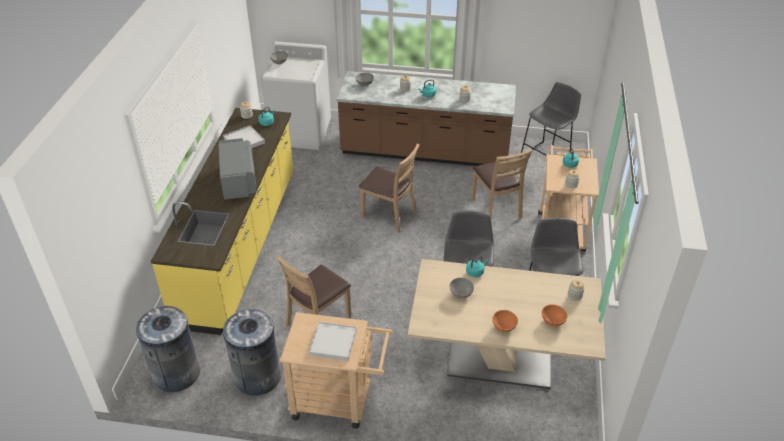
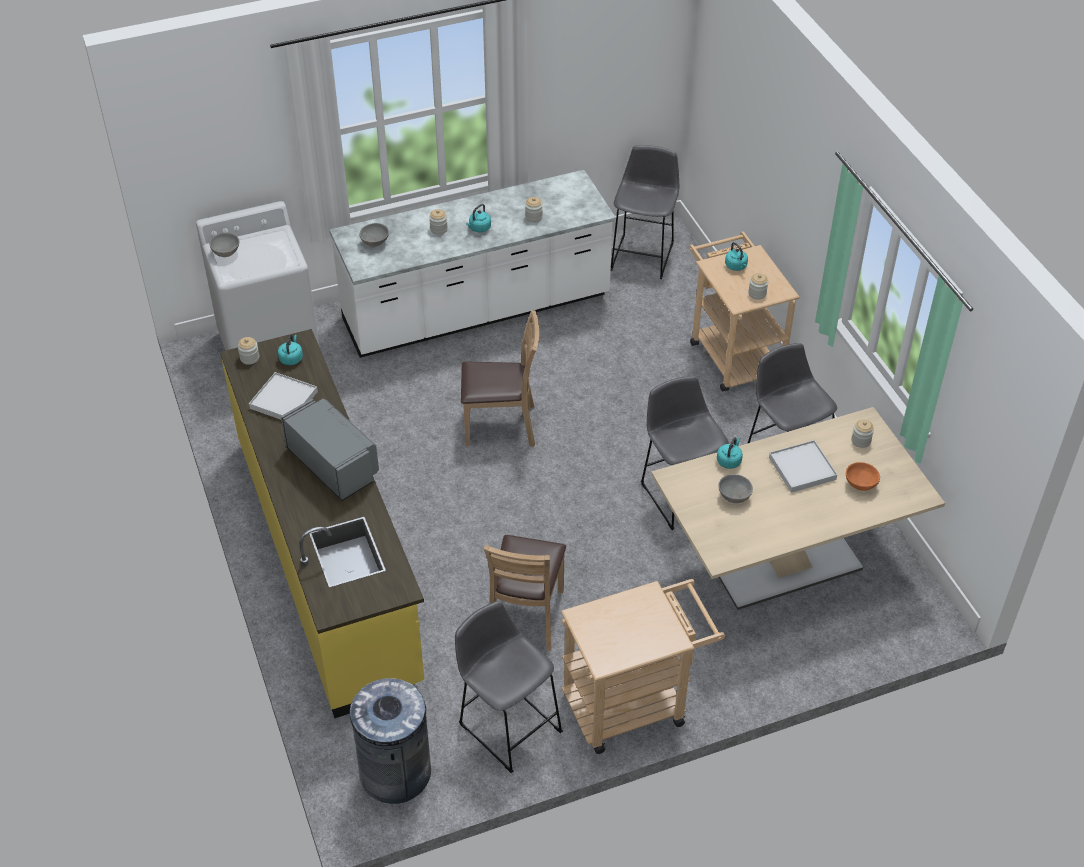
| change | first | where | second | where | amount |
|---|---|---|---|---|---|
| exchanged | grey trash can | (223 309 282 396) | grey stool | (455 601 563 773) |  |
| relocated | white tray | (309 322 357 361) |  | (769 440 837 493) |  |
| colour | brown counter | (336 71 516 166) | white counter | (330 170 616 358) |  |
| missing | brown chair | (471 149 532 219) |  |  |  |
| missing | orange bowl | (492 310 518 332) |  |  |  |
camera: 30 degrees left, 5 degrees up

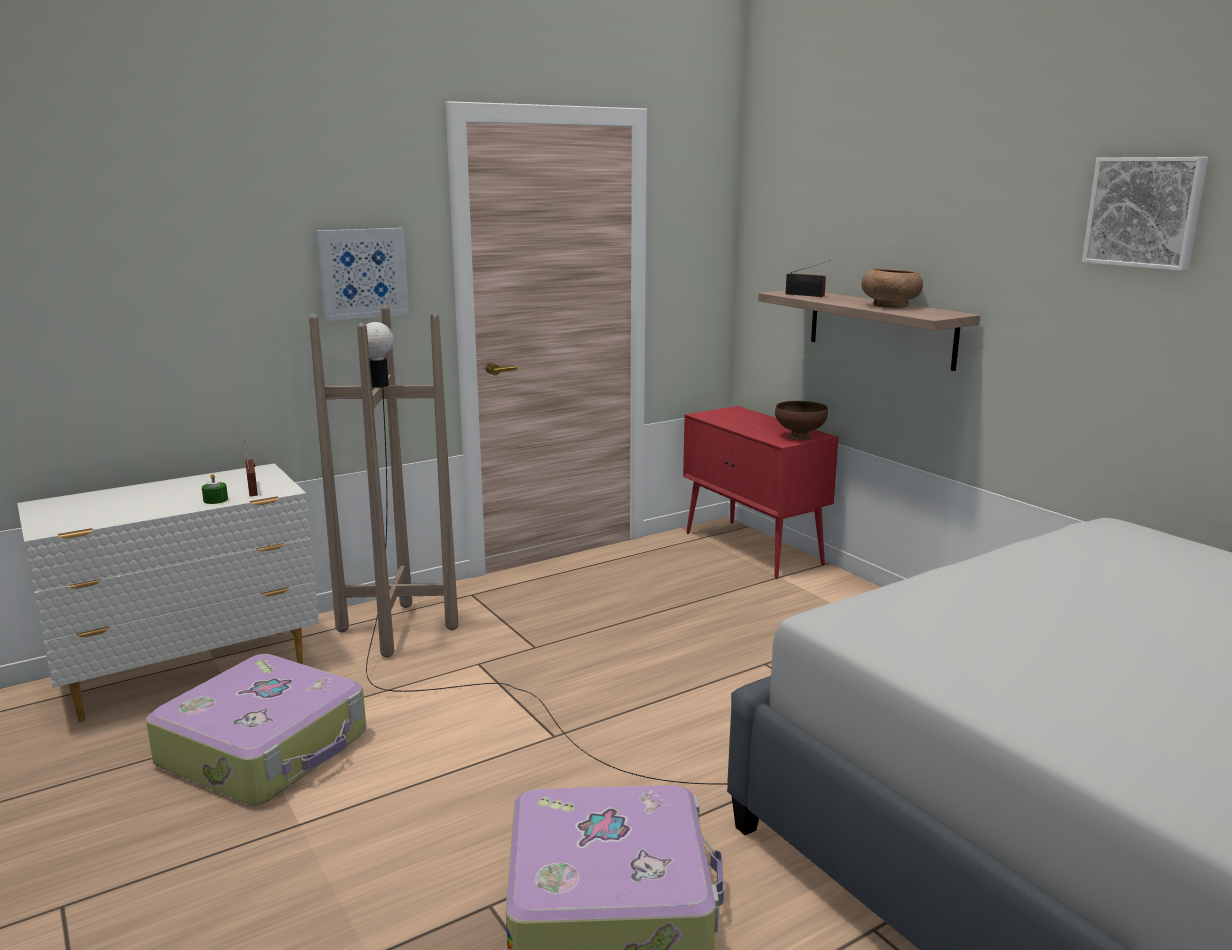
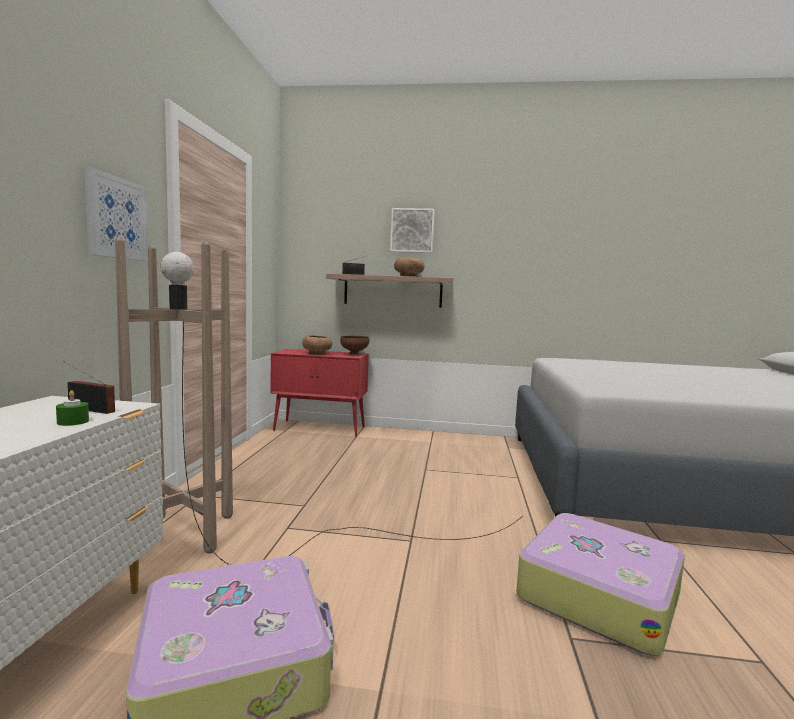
| change | first | where | second | where | amount |
|---|---|---|---|---|---|
| relocated | picture | (1082 157 1208 271) |  | (390 208 435 253) |  |
| appeared |  |  | brown bowl | (302 335 332 355) |  |
camera: 50 degrees left, 10 degrees down

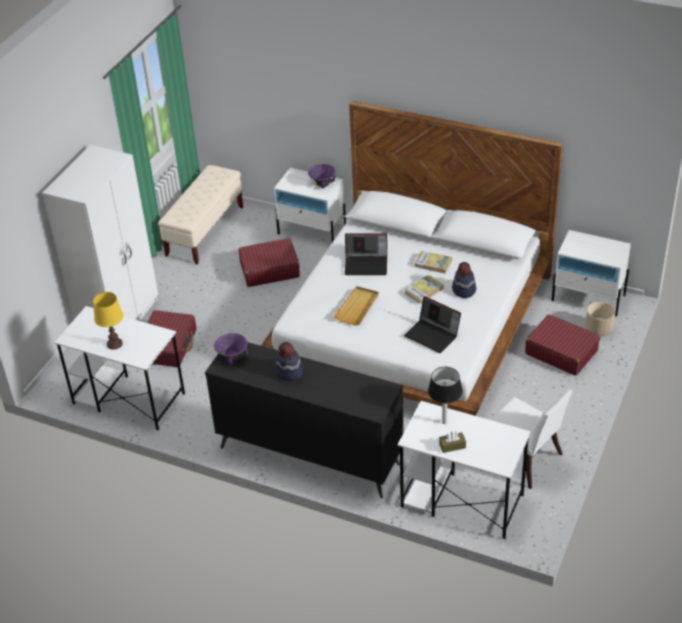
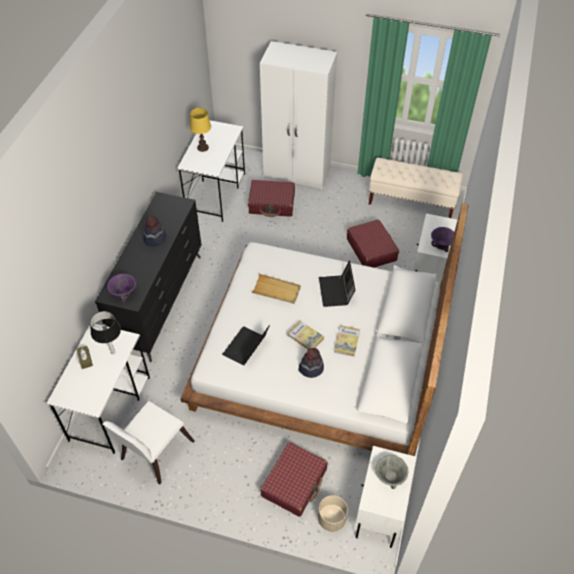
| change | first | where | second | where | amount |
|---|---|---|---|---|---|
| relocated | purple bowl | (214 333 248 365) |  | (107 274 136 303) |  |
| appeared |  |  | grey bowl | (375 455 408 489) |  |
camera: 80 degrees right, 10 degrees up

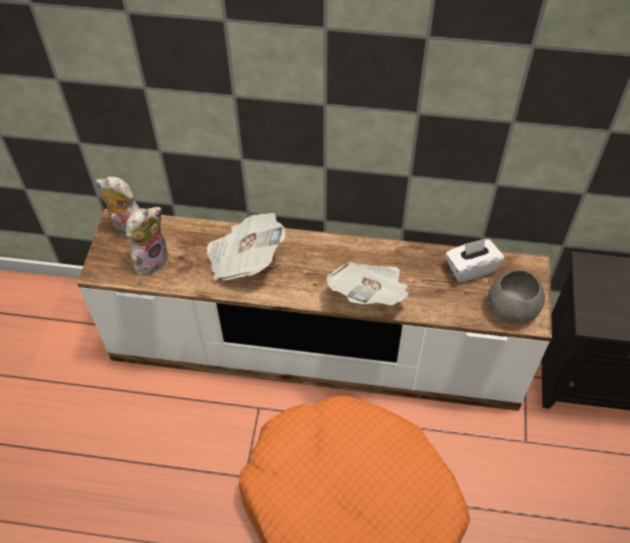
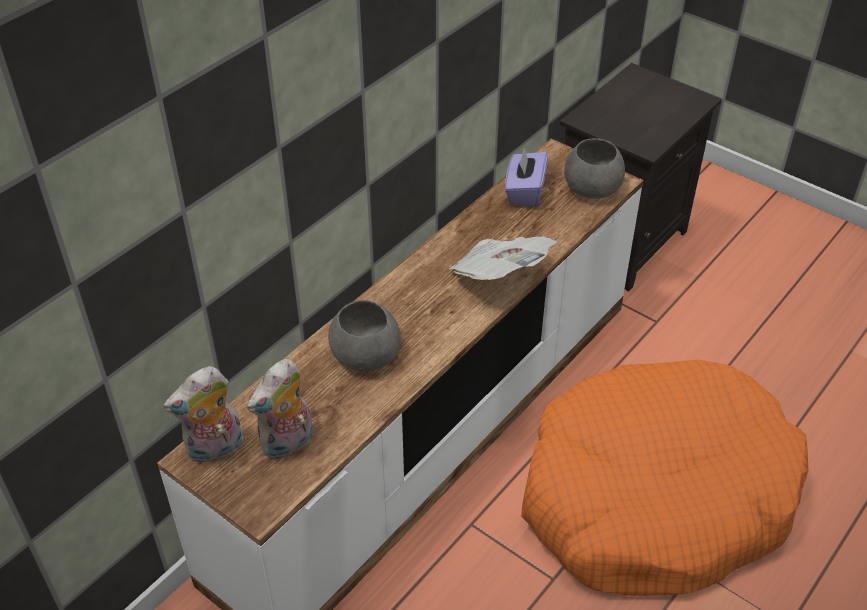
| change | first | where | second | where | amount |
|---|---|---|---|---|---|
| spun | plush toy | (126 207 169 275) |  | (247 359 313 460) | 120 degrees counterclockwise |
| exchanged | newspaper | (207 213 285 280) | grey bowl | (328 300 401 372) |  |
| colour | white tissue box | (446 239 504 283) | purple tissue box | (505 148 548 207) |  |
camera: 60 degrees left, 10 degrees down

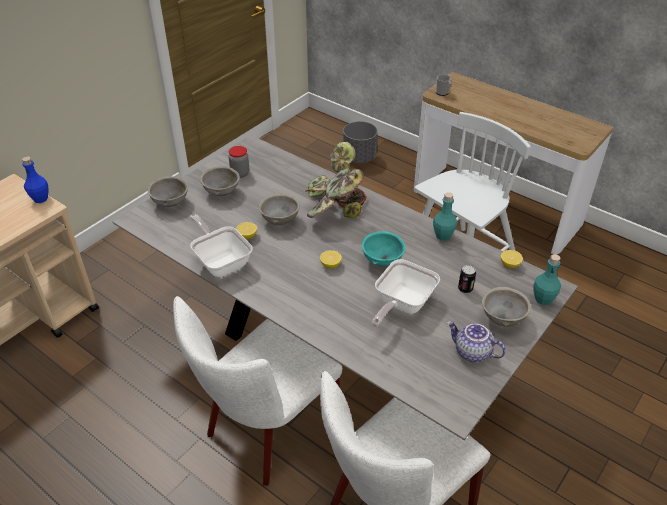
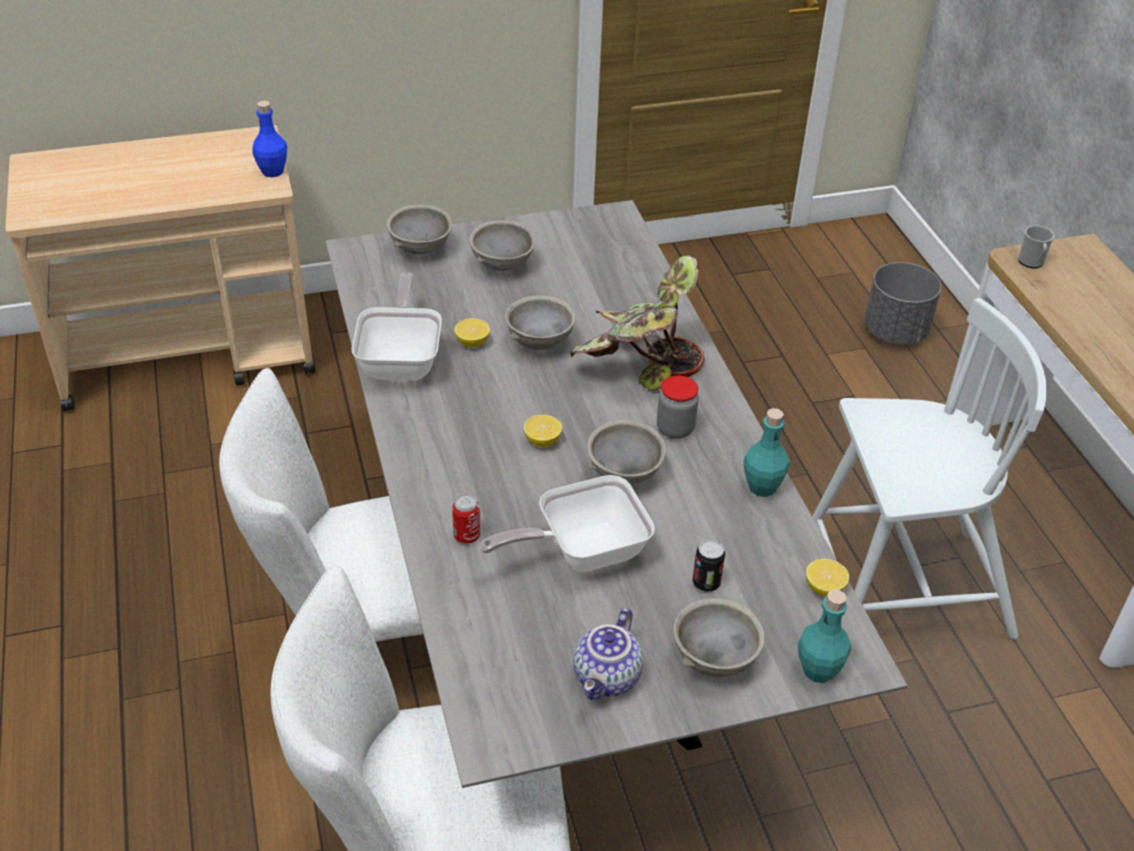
| change | first | where | second | where | amount |
|---|---|---|---|---|---|
| relocated | jar | (229 146 249 178) |  | (657 376 699 439) |  |
| colour | turquoise bowl | (362 231 406 266) | grey bowl | (587 420 666 485) |  |
| spun | teapot | (447 321 506 362) |  | (573 608 643 700) | 135 degrees counterclockwise |
| appeared |  |  | can | (452 494 480 544) |  |
camera: 35 degrees right, 0 degrees up

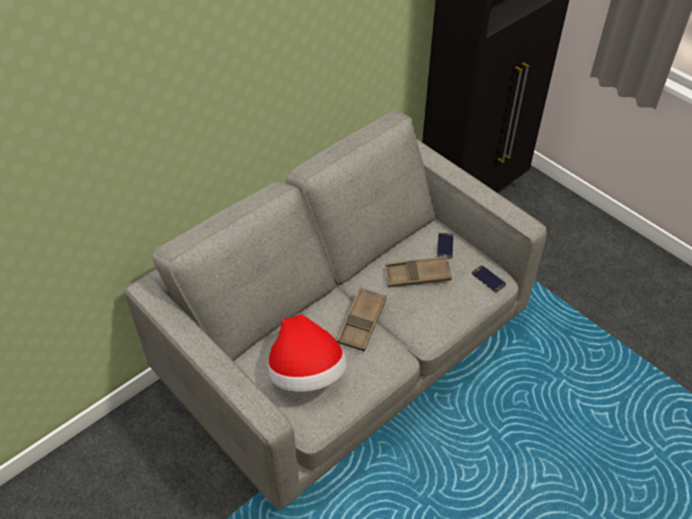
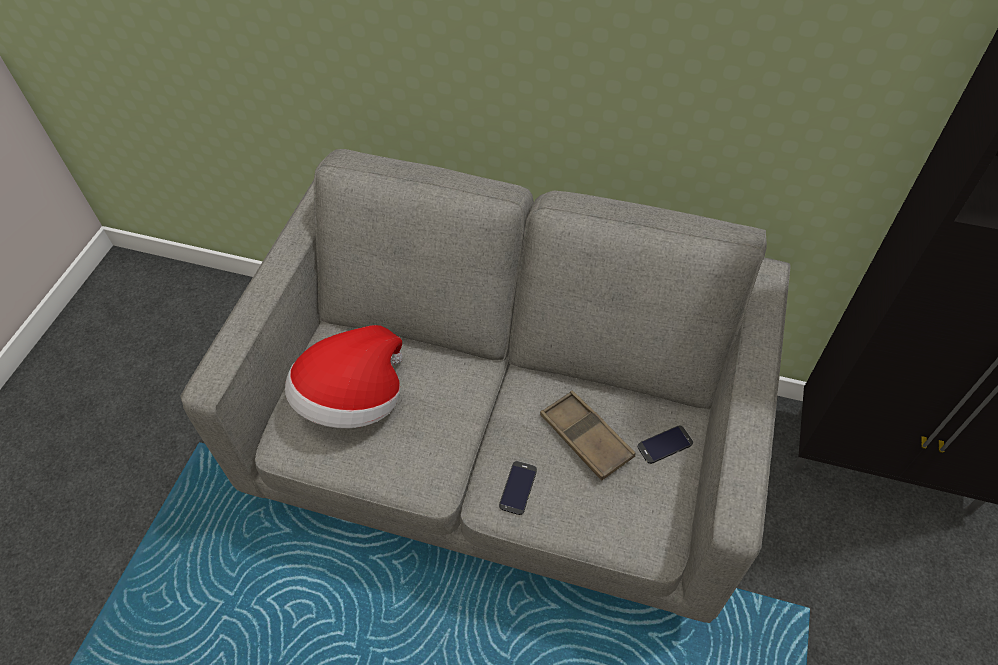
| change | first | where | second | where | amount |
|---|---|---|---|---|---|
| missing | brown tray | (337 288 387 351) |  |  |  |
| relocated | phone | (472 265 506 292) |  | (499 461 537 515) |  |
camera: 60 degrees right, 5 degrees up

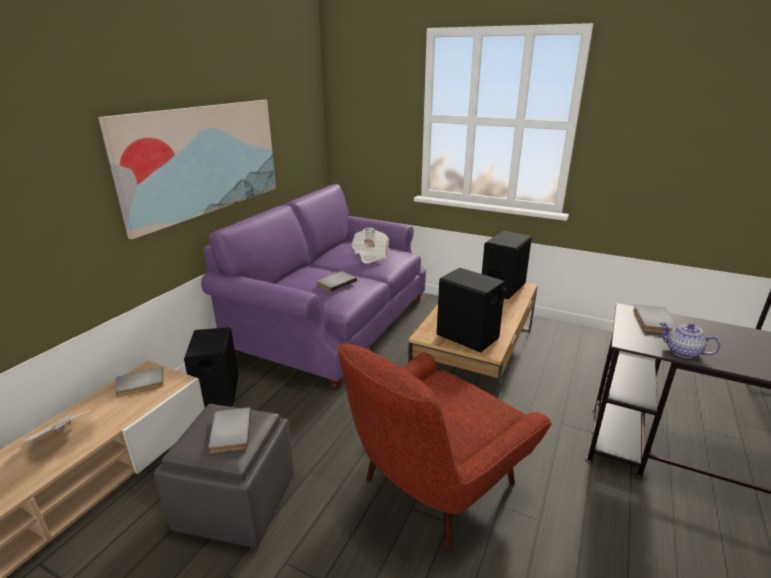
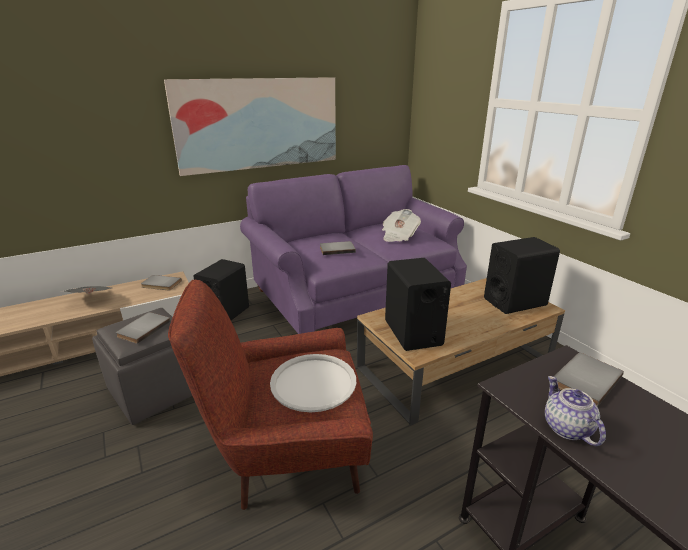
| change | first | where | second | where | amount |
|---|---|---|---|---|---|
| appeared |  |  | white tray | (270 354 356 412) |  |
camera: 35 degrees right, 0 degrees up

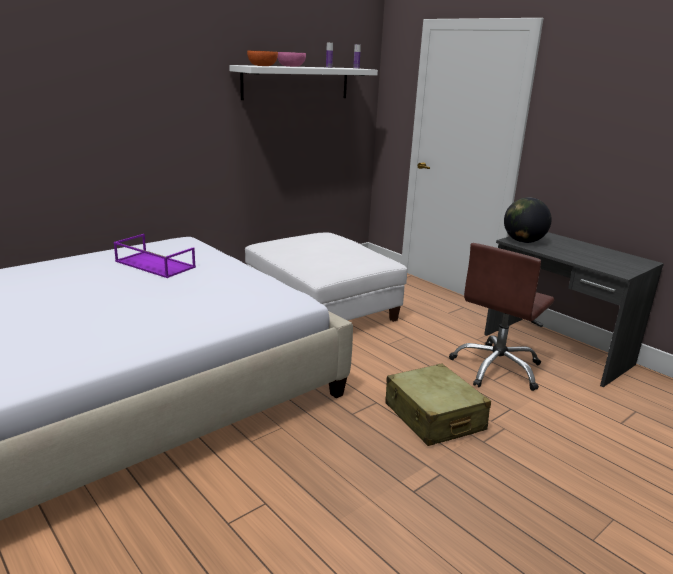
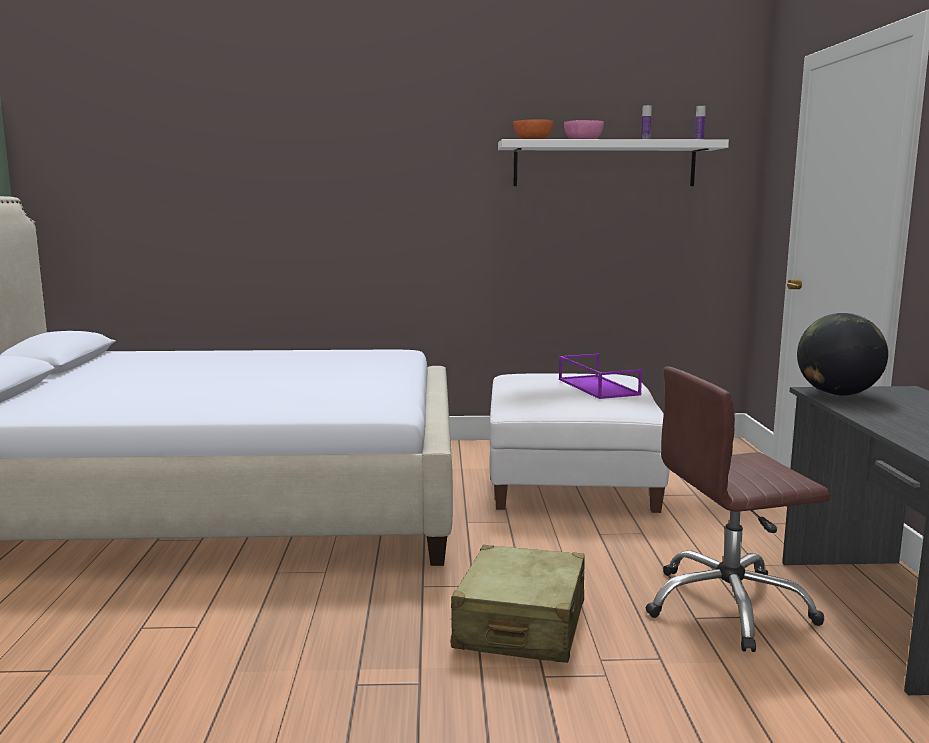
| change | first | where | second | where | amount |
|---|---|---|---|---|---|
| relocated | purple tray | (113 234 196 278) |  | (559 354 642 399) |  |
camera: 40 degrees right, 10 degrees down

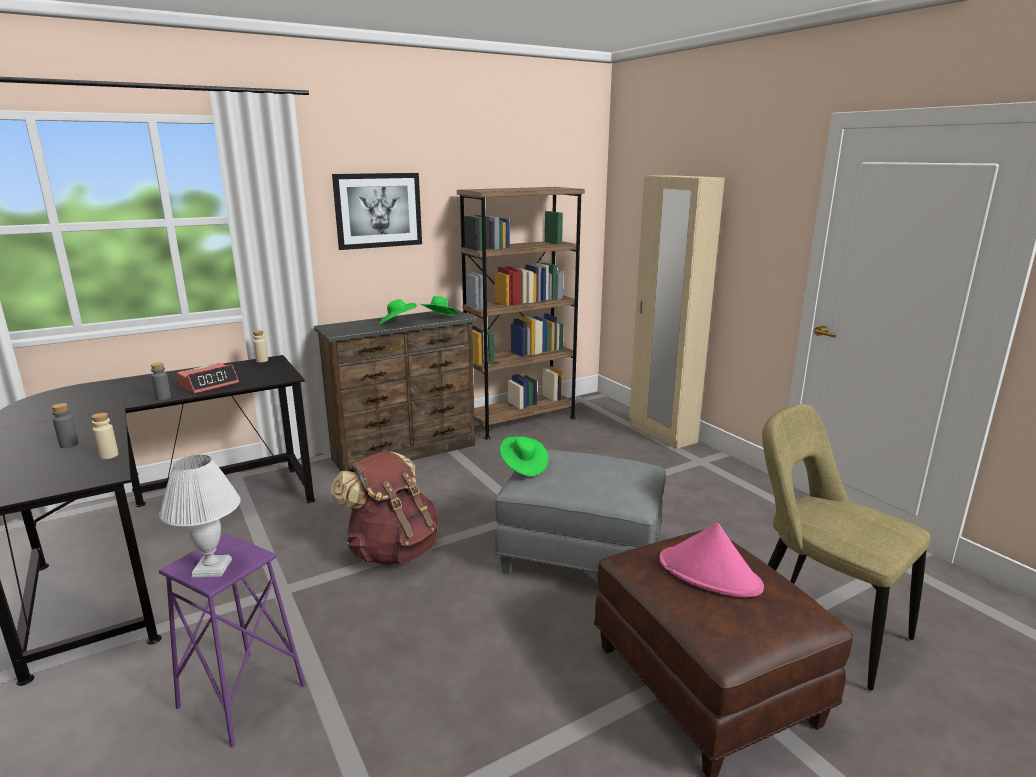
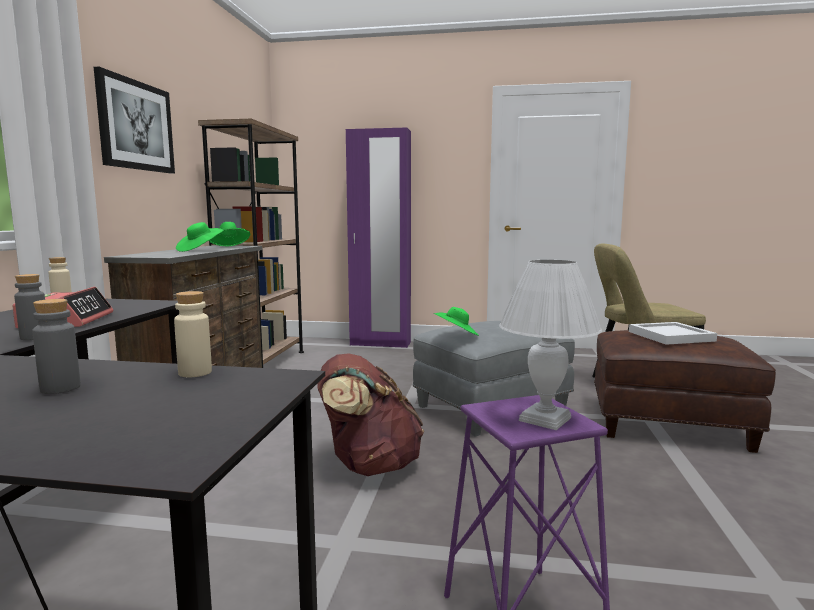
| change | first | where | second | where | amount |
|---|---|---|---|---|---|
| colour | beige wardrobe | (629 175 725 449) | purple wardrobe | (346 127 411 348) |  |
| exchanged | pink hat | (659 523 764 598) | white tray | (629 322 717 345) |  |
camera: 50 degrees left, 10 degrees down

